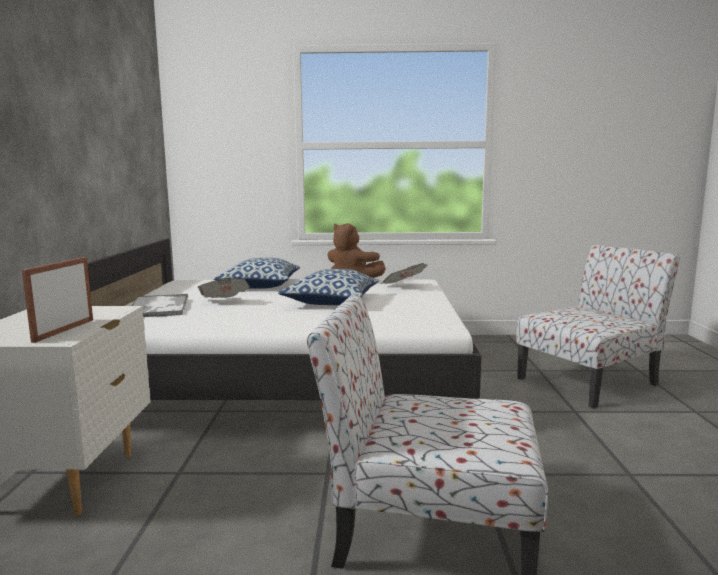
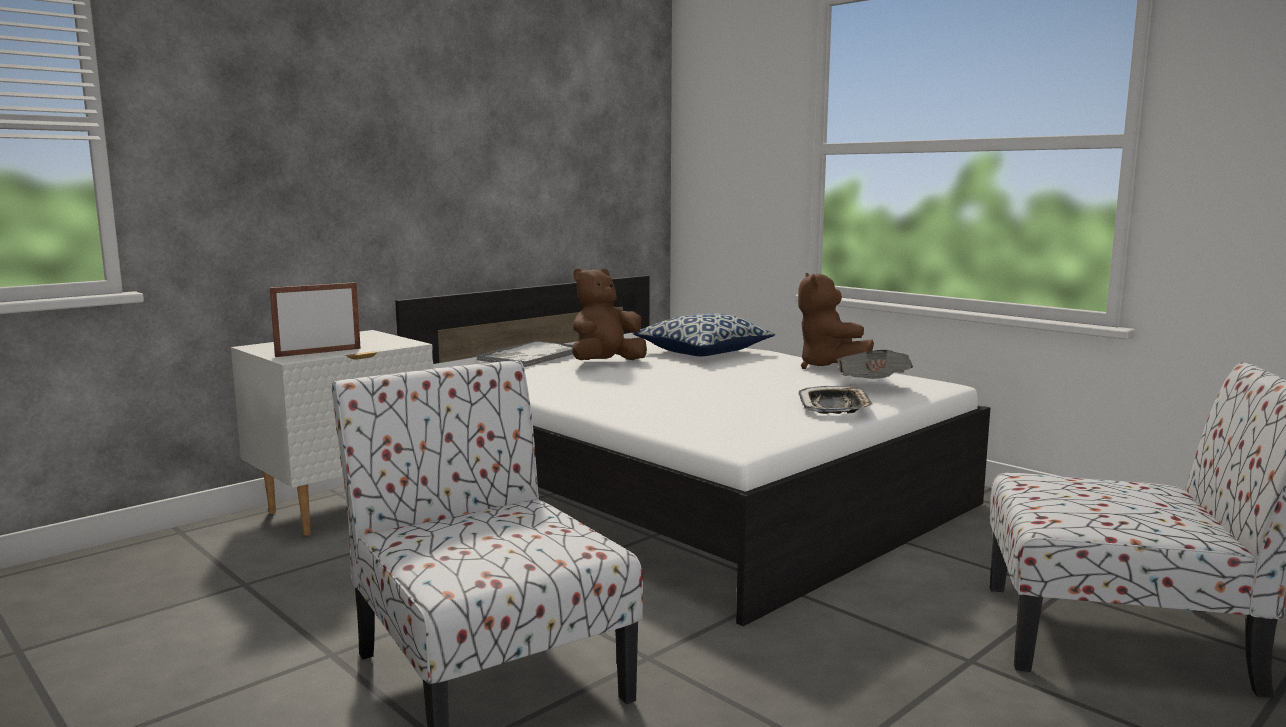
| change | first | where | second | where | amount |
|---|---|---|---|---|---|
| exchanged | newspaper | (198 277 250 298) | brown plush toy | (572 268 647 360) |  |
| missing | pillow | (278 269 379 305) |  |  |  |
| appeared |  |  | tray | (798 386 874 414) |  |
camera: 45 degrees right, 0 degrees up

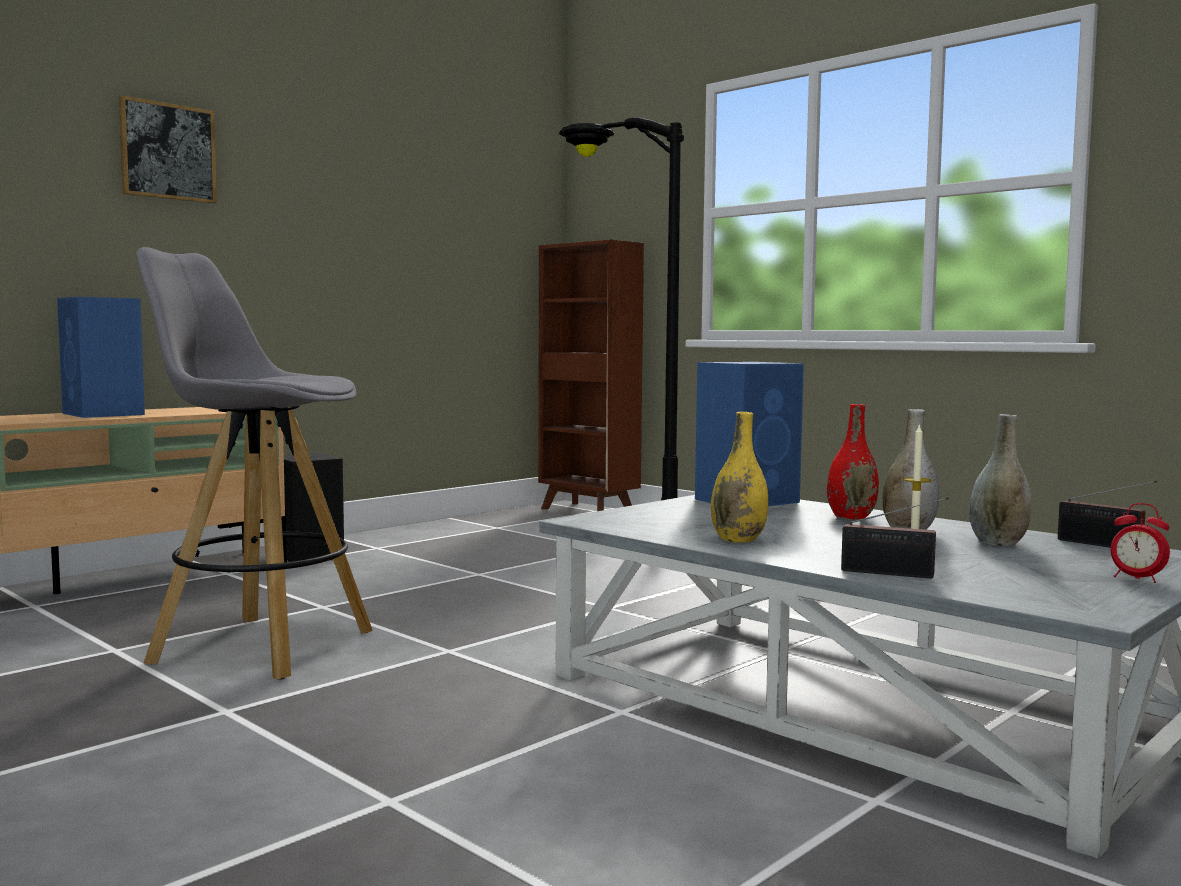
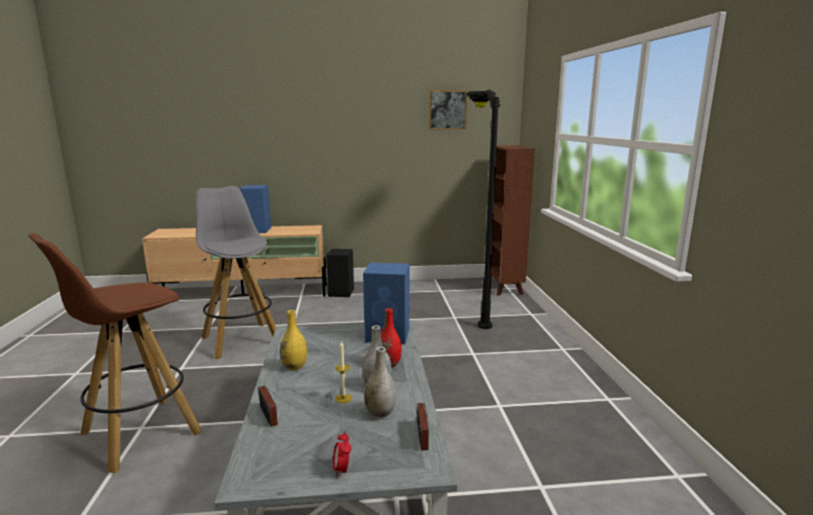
| change | first | where | second | where | amount |
|---|---|---|---|---|---|
| relocated | picture | (119 95 217 204) |  | (429 90 467 130) |  |
| appeared |  |  | brown stool | (28 233 201 473) |  |
camera: 40 degrees right, 10 degrees up

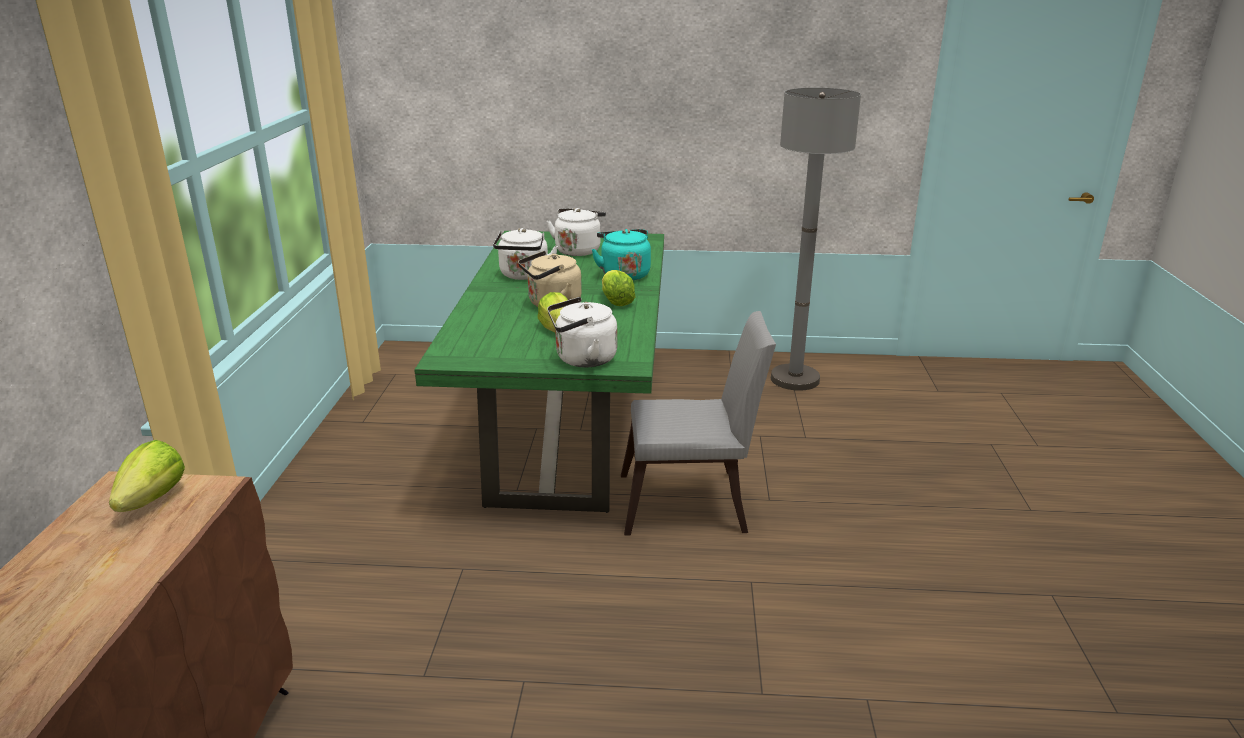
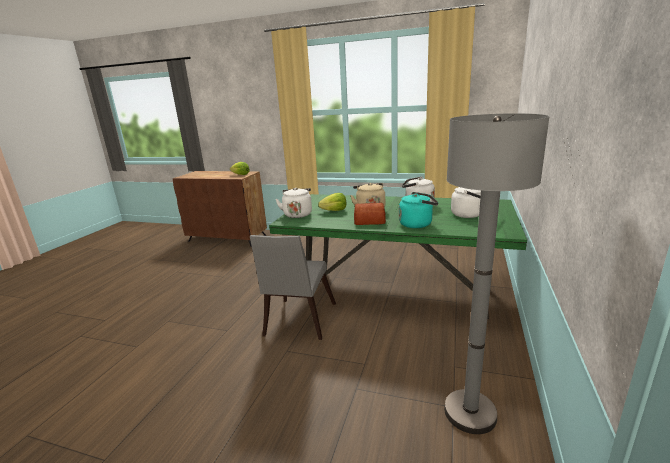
| change | first | where | second | where | amount |
|---|---|---|---|---|---|
| exchanged | lettuce | (602 270 635 306) | bread | (354 203 386 225) |  |
camera: 105 degrees right, 5 degrees down

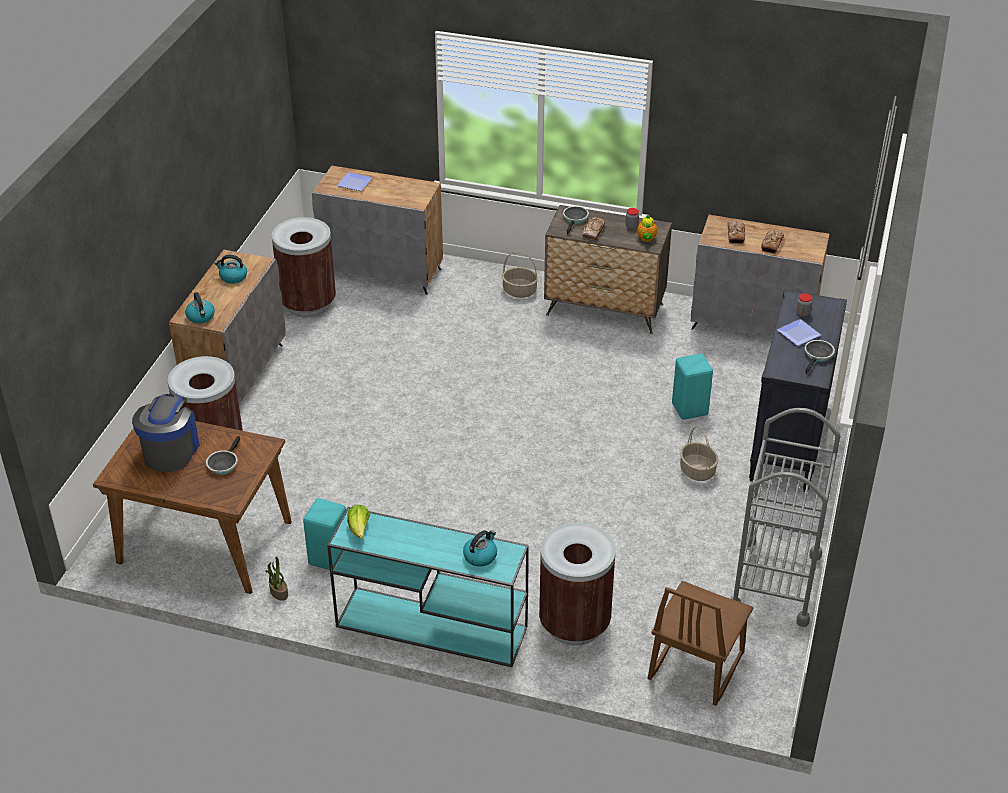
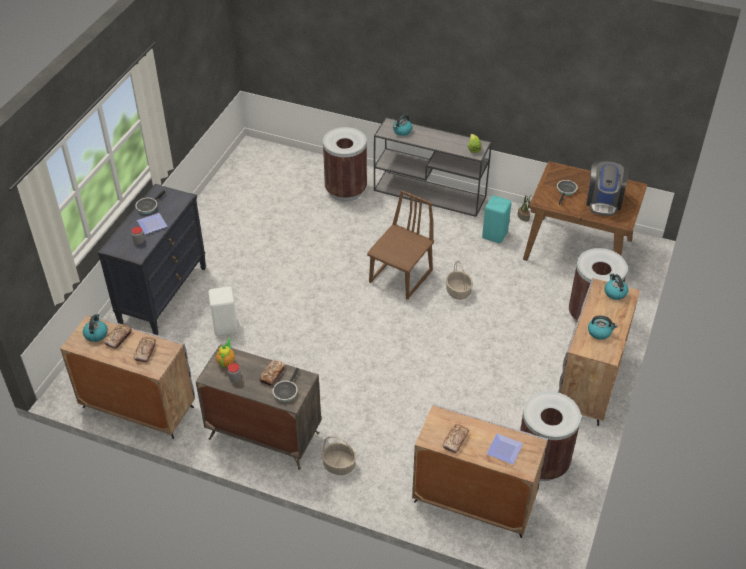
| change | first | where | second | where | amount |
|---|---|---|---|---|---|
| colour | turquoise console table | (327 507 529 667) | grey console table | (374 117 492 217) |  |
| relocated | brown chair | (648 581 753 706) |  | (367 190 434 300) |  |
| colour | turquoise stool | (672 353 713 420) | white stool | (208 286 238 336) |  |
| relocated | basket | (680 426 718 481) |  | (446 260 473 300) |  |
| missing | grey cart | (730 407 840 627) |  |  |  |
| appeared |  |  | kettle | (83 314 108 342) |  |
| appeared |  |  | bread | (443 424 469 453) |  |
camera: 175 degrees left, 5 degrees up

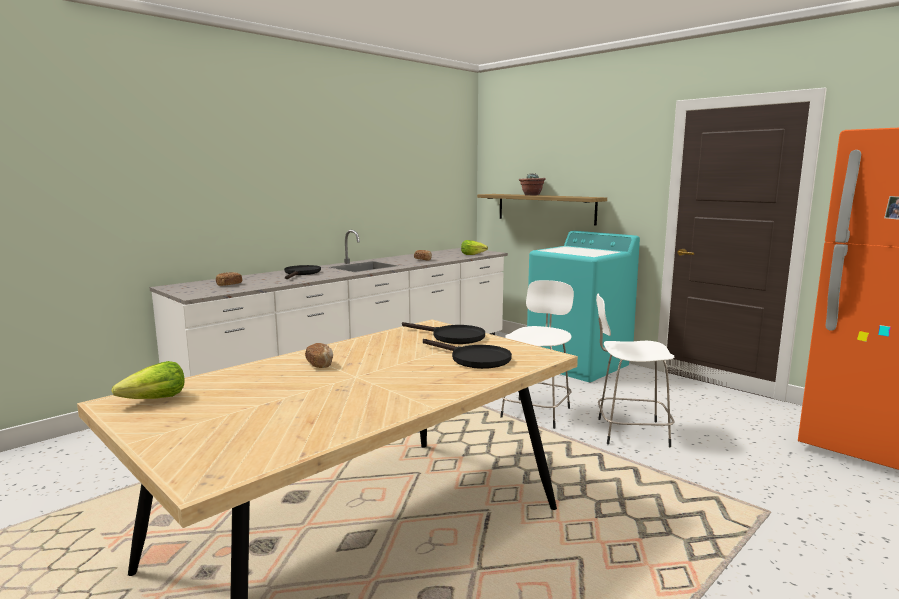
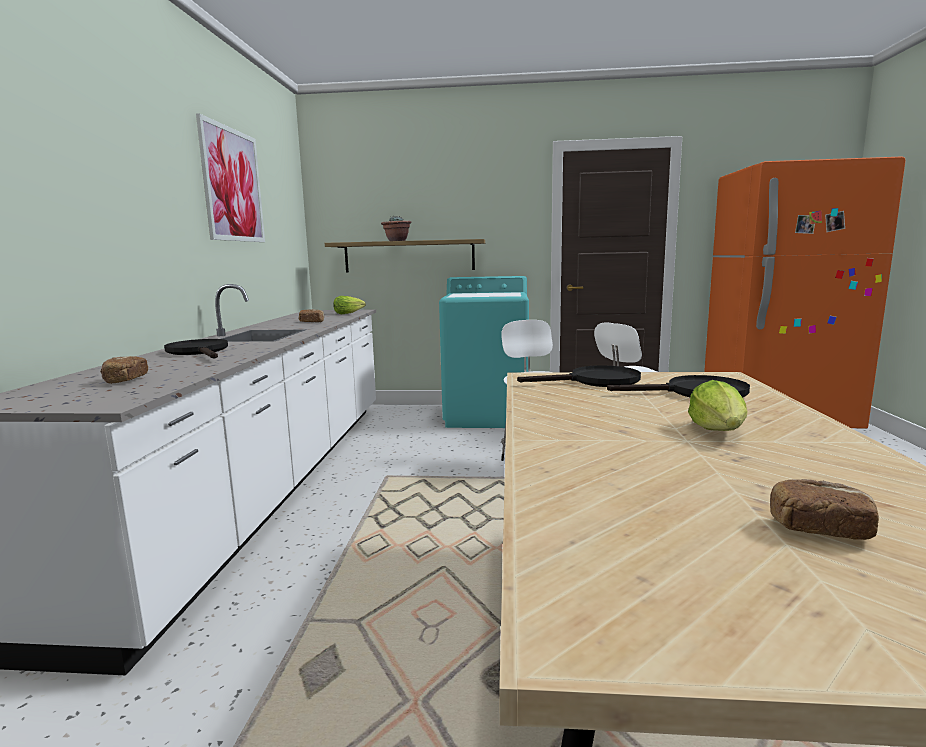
| change | first | where | second | where | amount |
|---|---|---|---|---|---|
| relocated | lettuce | (112 361 185 399) |  | (688 380 748 431) |  |
| relocated | bread | (305 343 333 368) |  | (770 479 879 540) |  |
| appeared |  |  | picture | (196 113 265 242) |  |
camera: 40 degrees left, 0 degrees up

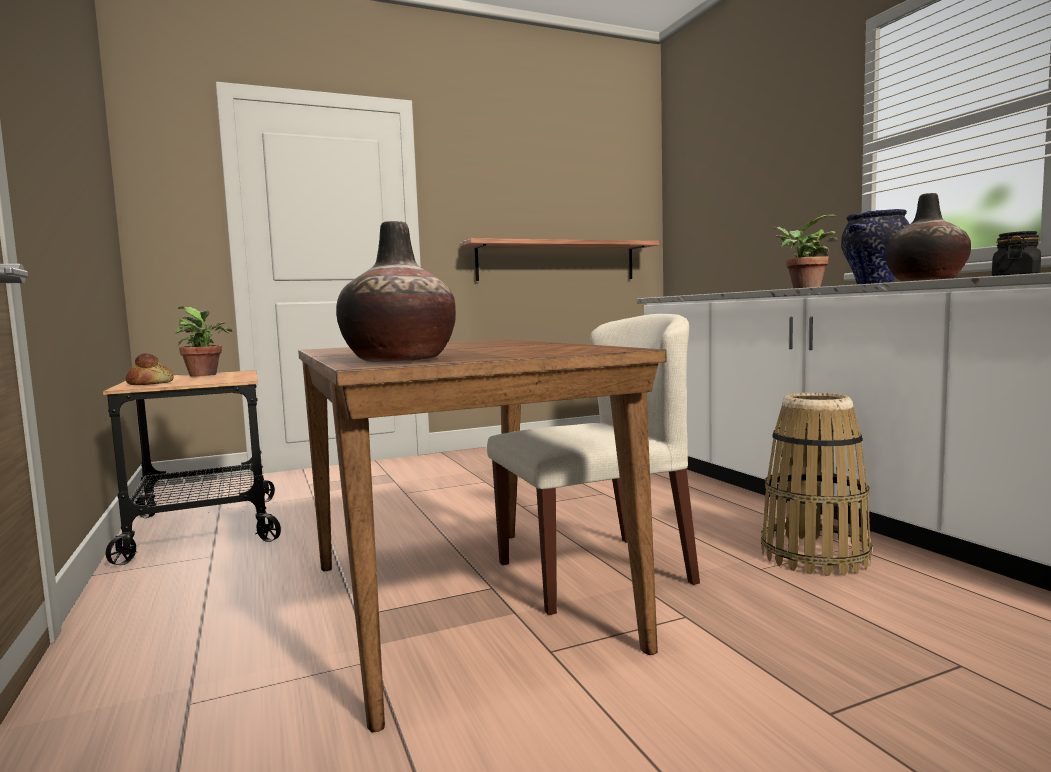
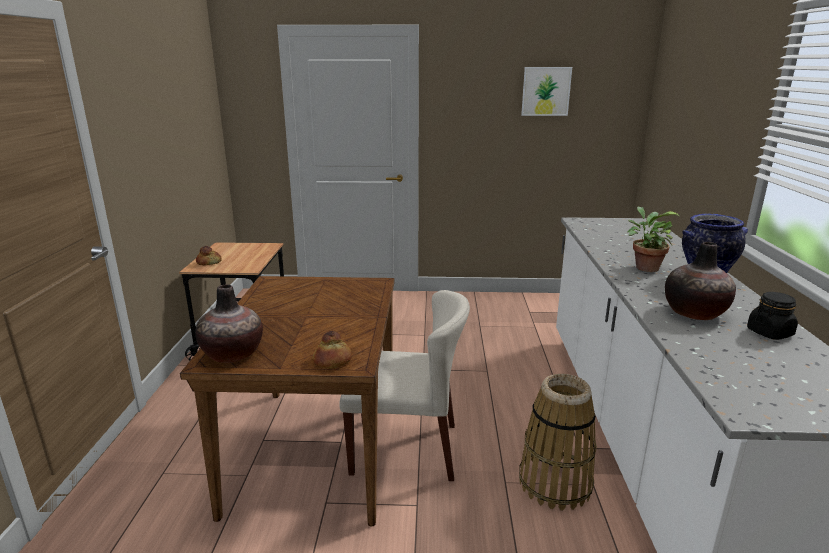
| change | first | where | second | where | amount |
|---|---|---|---|---|---|
| missing | potted plant | (175 306 233 377) |  |  |  |
| missing | shelf | (461 238 659 281) |  |  |  |
| appeared |  |  | bread | (312 331 352 369) |  |
| appeared |  |  | picture | (521 67 572 116) |  |
camera: 25 degrees right, 15 degrees up

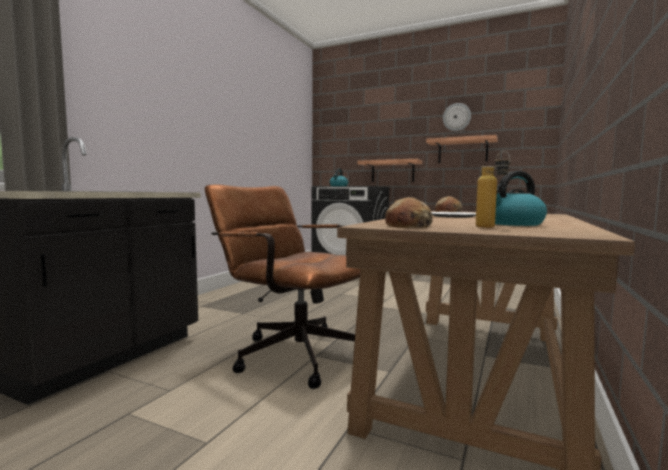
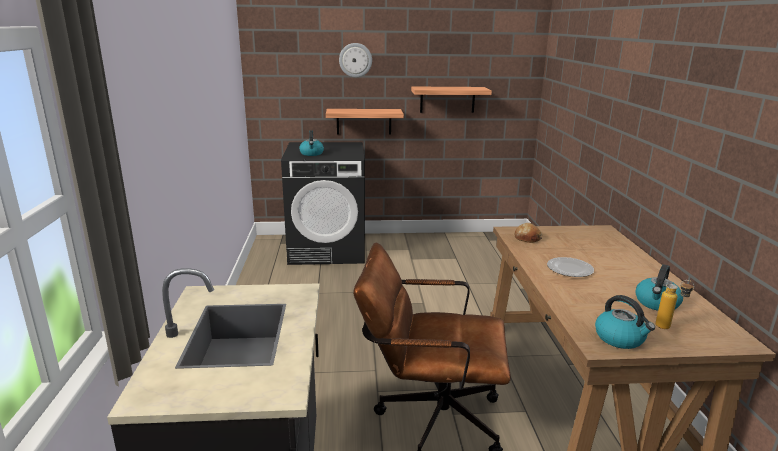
| change | first | where | second | where | amount |
|---|---|---|---|---|---|
| exchanged | bread | (385 197 433 228) | kettle | (595 295 655 349) |  |
| relocated | wall clock | (443 103 471 131) |  | (339 43 372 77) |  |
camera: 30 degrees left, 15 degrees up

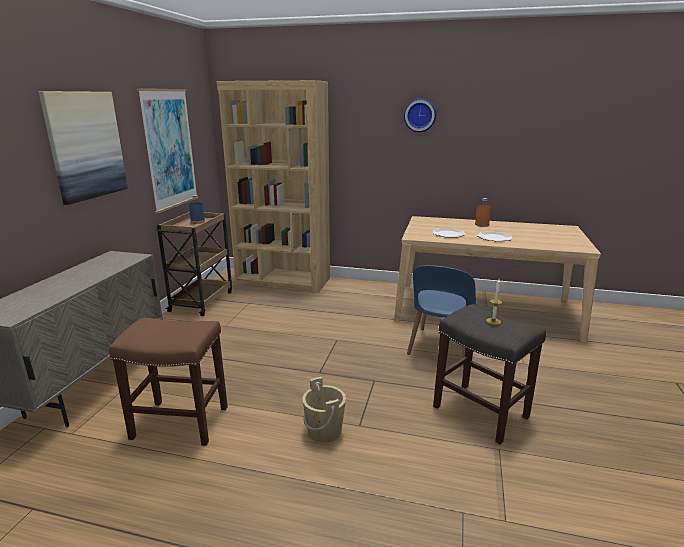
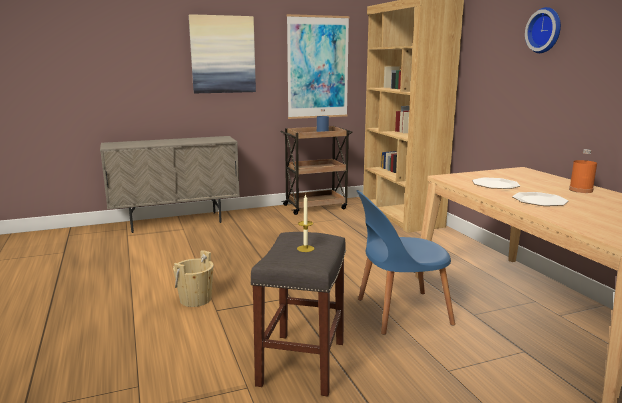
| change | first | where | second | where | amount |
|---|---|---|---|---|---|
| missing | brown stool | (109 317 228 446) |  |  |  |
camera: 55 degrees right, 5 degrees down

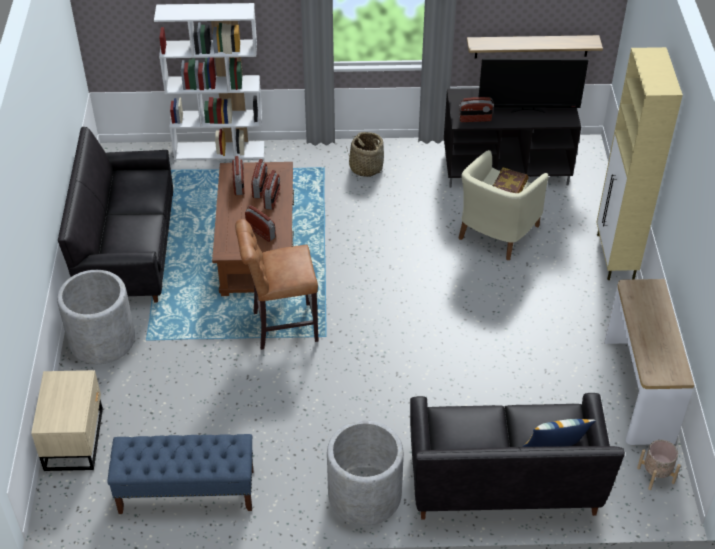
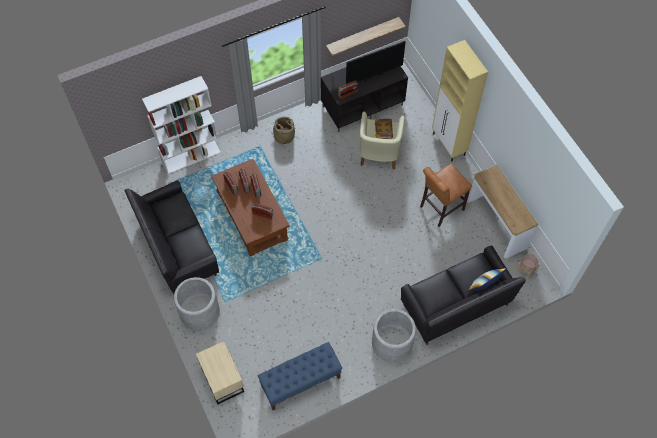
| change | first | where | second | where | amount |
|---|---|---|---|---|---|
| relocated | brown stool | (235 219 318 350) |  | (420 164 472 227) |  |
camera: 25 degrees left, 15 degrees up

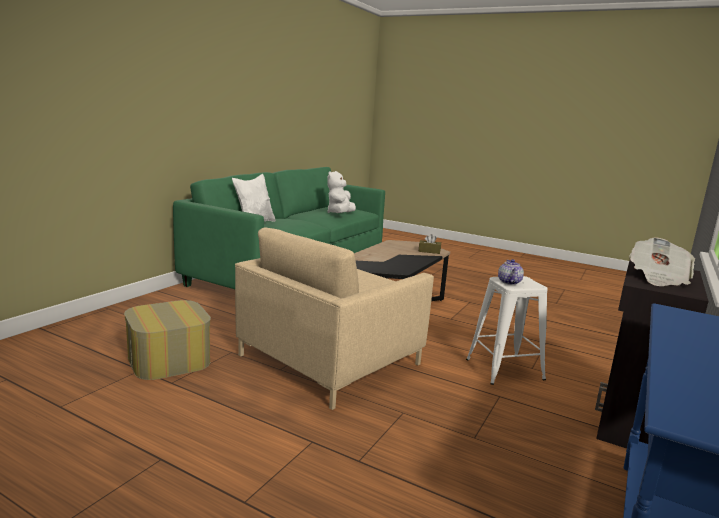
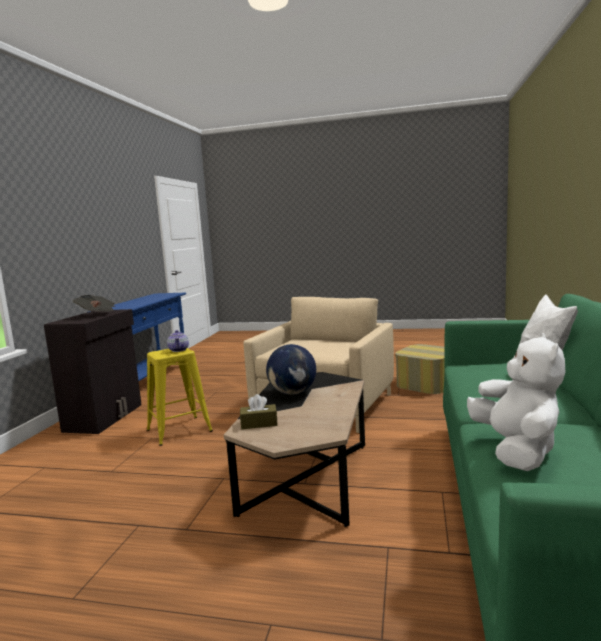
| change | first | where | second | where | amount |
|---|---|---|---|---|---|
| colour | white stool | (466 276 547 385) | yellow stool | (147 348 213 446) |  |
| appeared |  |  | globe | (266 344 316 395) |  |
camera: 165 degrees right, 5 degrees down

